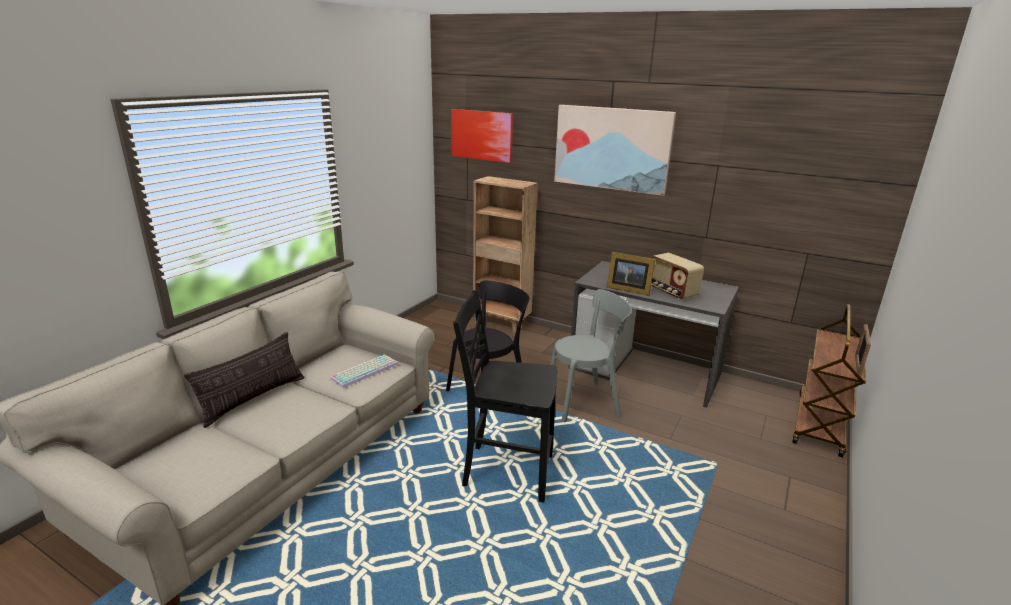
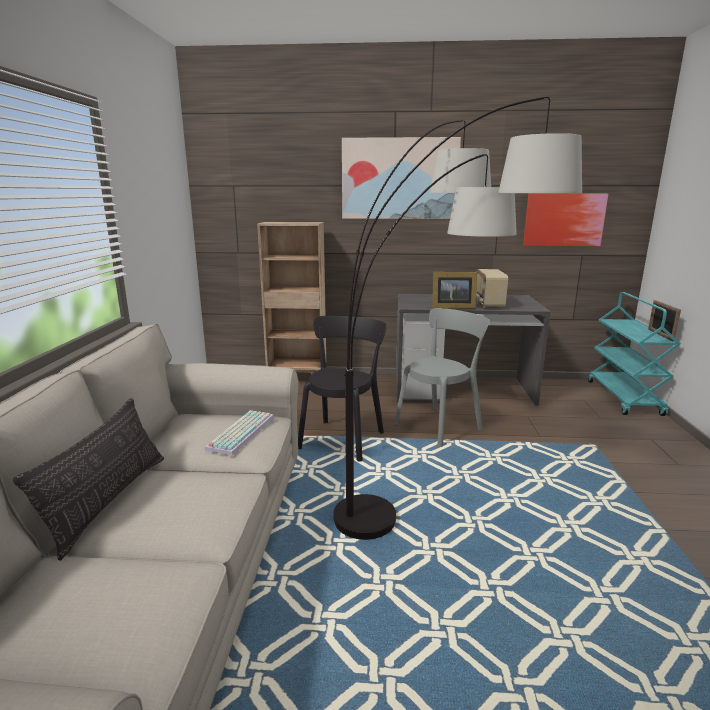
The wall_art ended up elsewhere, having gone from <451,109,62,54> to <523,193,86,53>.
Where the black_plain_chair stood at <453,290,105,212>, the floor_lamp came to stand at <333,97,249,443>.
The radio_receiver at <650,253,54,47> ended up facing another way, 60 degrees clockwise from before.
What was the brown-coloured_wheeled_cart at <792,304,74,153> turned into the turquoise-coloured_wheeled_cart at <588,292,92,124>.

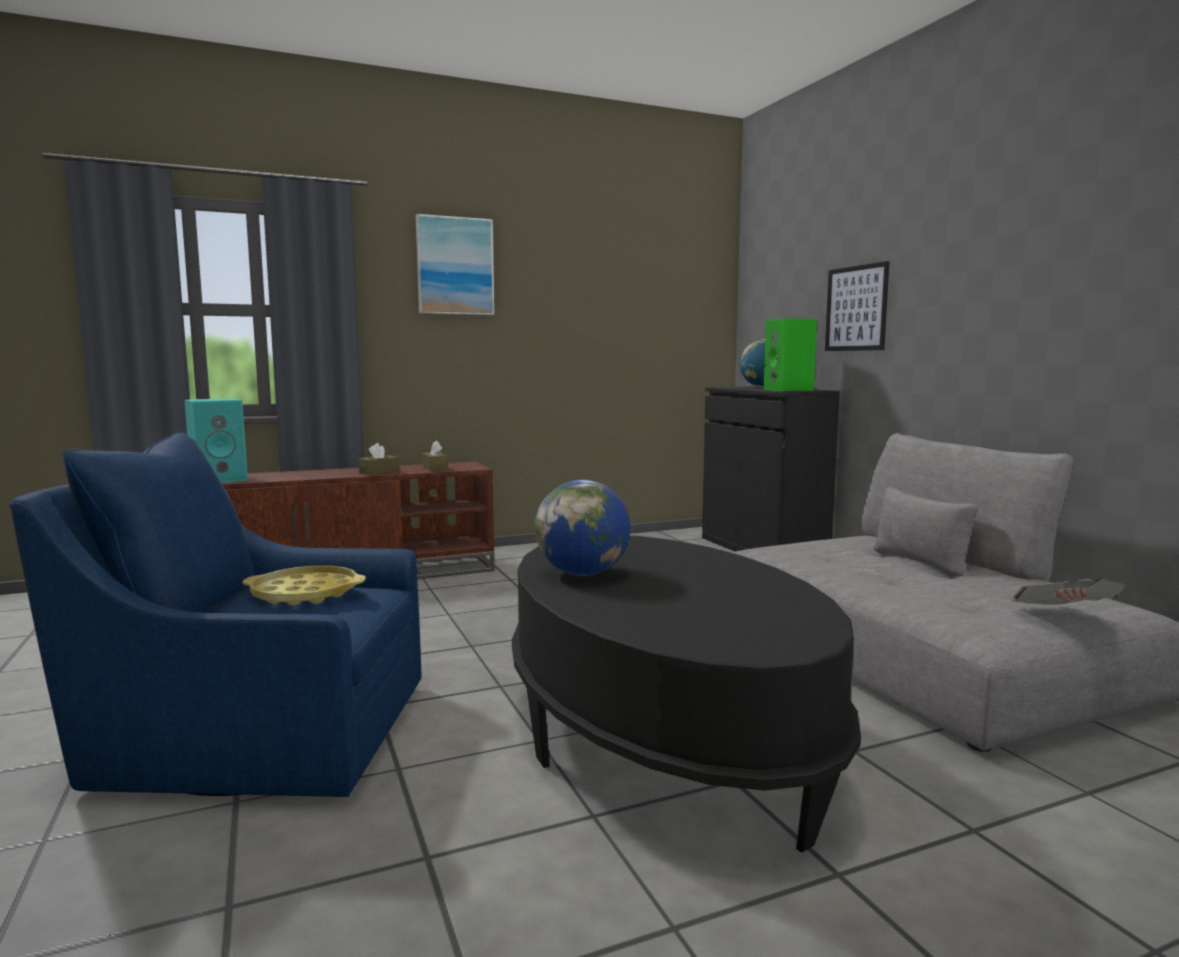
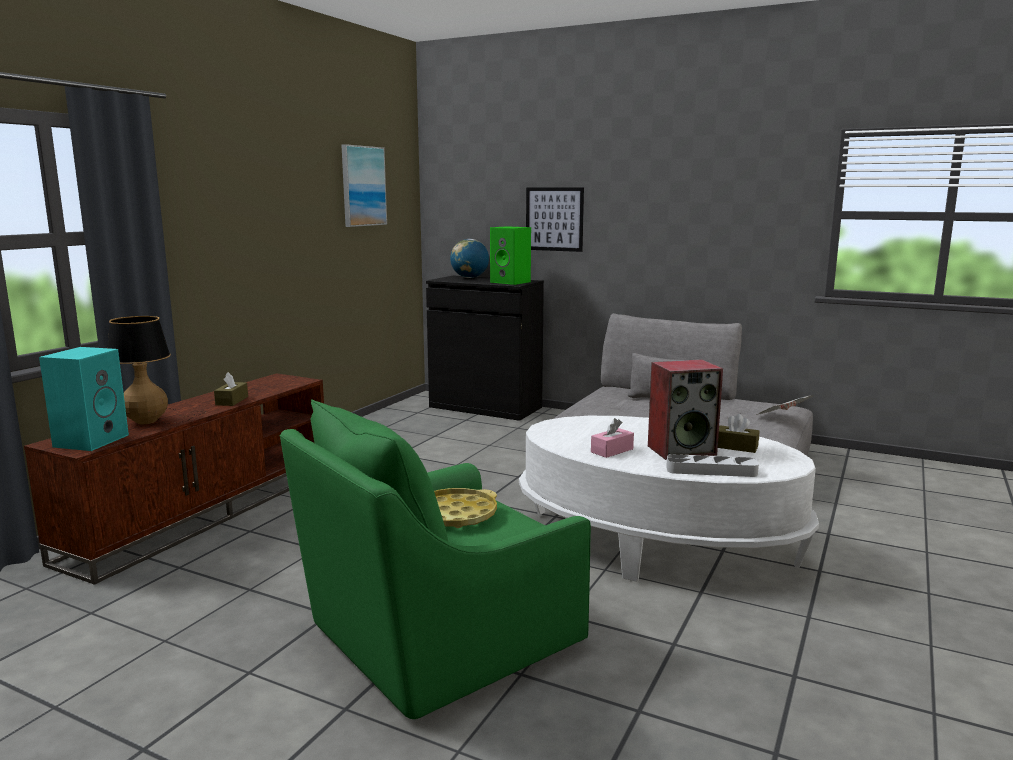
What was the bluish_armchair at <9,431,413,366> turned into the green_armchair at <279,399,312,320>.
The wall_art ended up elsewhere, having gone from <416,214,78,101> to <341,144,46,83>.
The brown-coloured_box_of_tissues ended up elsewhere, having gone from <423,441,25,30> to <718,414,41,39>.
What was the black_lounge_table at <512,536,349,317> turned into the white-coloured_lounge_table at <519,416,300,166>.
Where the desk_globe stood at <535,480,96,96>, the pink_box_of_tissues came to stand at <591,418,43,40>.
The second view gained the lamp_for_a_table at <108,316,97,108>.
The second view gained the loudspeaker at <648,359,75,101>.
The second view gained the grey_serving_tray at <666,454,93,23>.

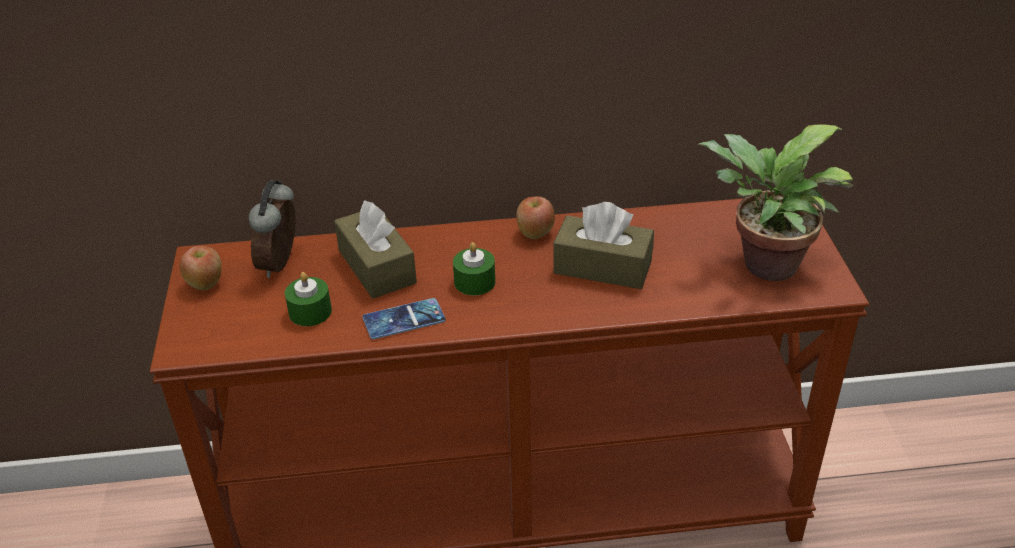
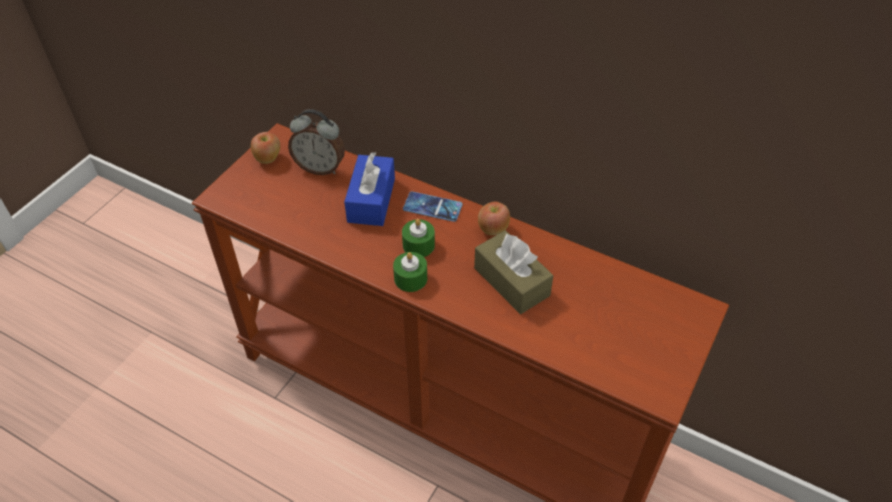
The table_clock at <248,180,47,98> ended up facing another way, 120 degrees counterclockwise from before.
The green_candle ended up elsewhere, having gone from <285,272,47,54> to <393,252,34,40>.
What was the brown-coloured_box_of_tissues at <334,200,83,99> turned into the bluish_box_of_tissues at <344,152,51,74>.
The phone ended up elsewhere, having gone from <362,298,84,41> to <403,191,60,31>.
The second view lost the plant_in_a_pot at <698,124,156,157>.

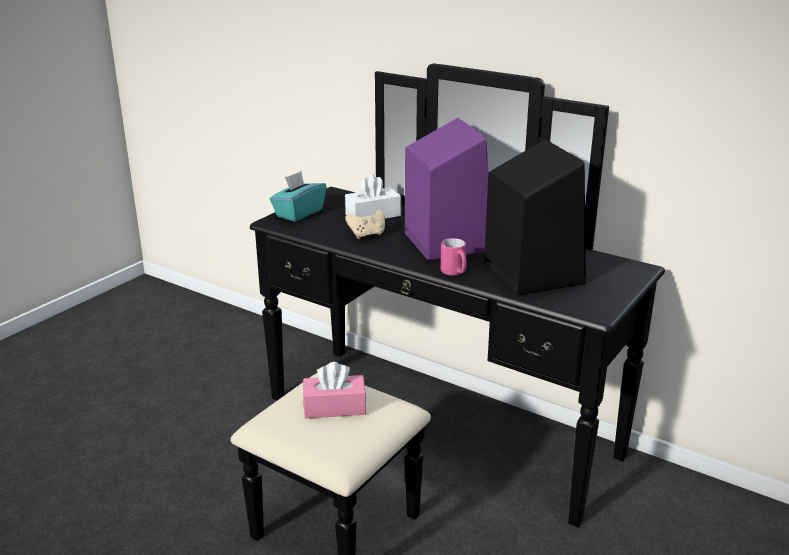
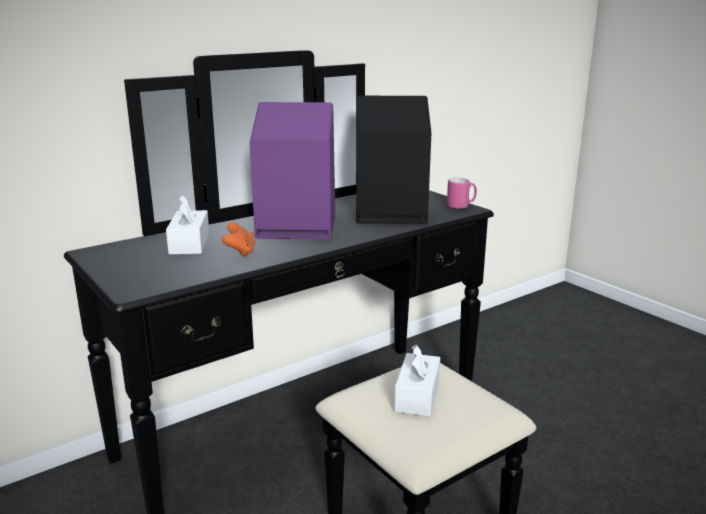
The second view lost the turquoise-coloured_box_of_tissues at <270,171,56,51>.
What was the pink_box_of_tissues at <303,362,63,57> turned into the white-coloured_box_of_tissues at <394,344,46,73>.
What was the beige_joypad at <345,209,40,30> turned into the orange-coloured_joypad at <222,222,34,36>.
The pink_coffee_mug ended up elsewhere, having gone from <441,238,26,38> to <447,178,30,31>.

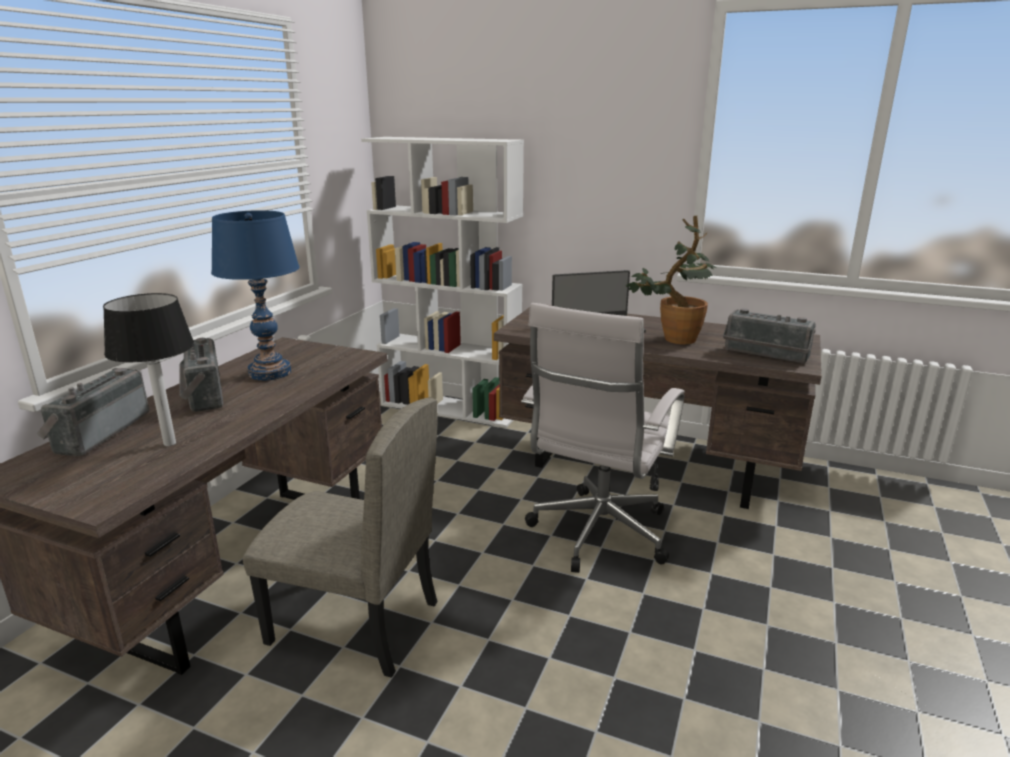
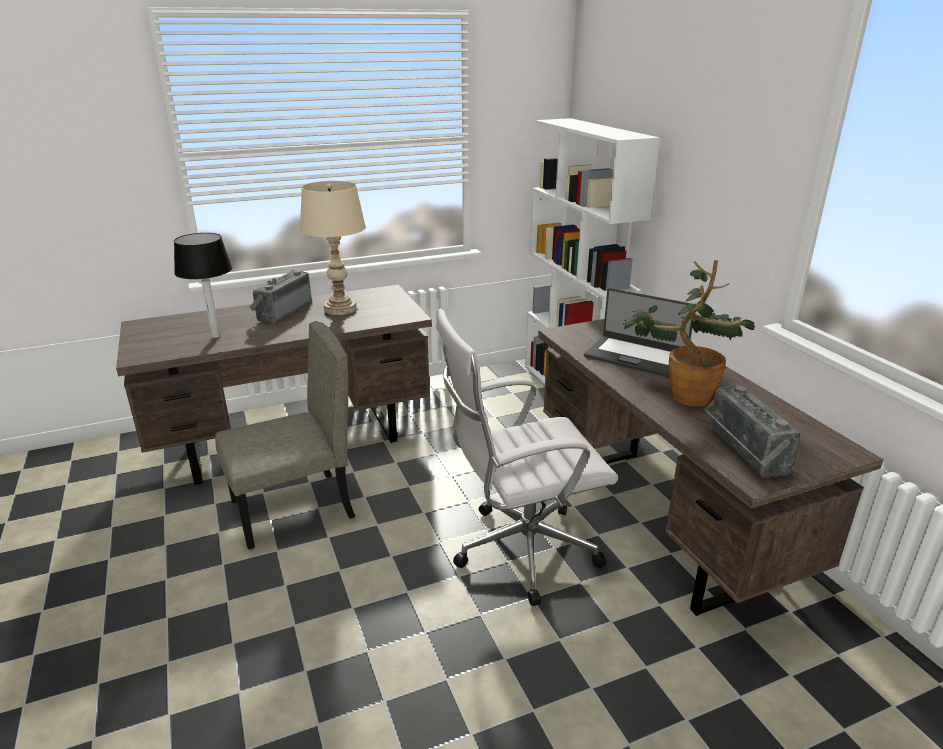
The second view lost the radio_receiver at <37,368,112,88>.
What was the bluish_lamp_for_a_table at <211,210,89,170> turned into the beige_lamp_for_a_table at <300,181,66,134>.
The beige_plain_chair at <243,397,195,281> ended up facing another way, 90 degrees counterclockwise from before.

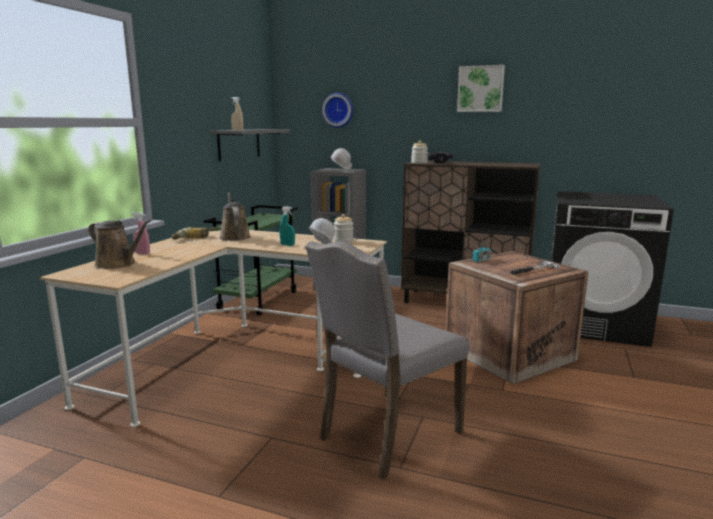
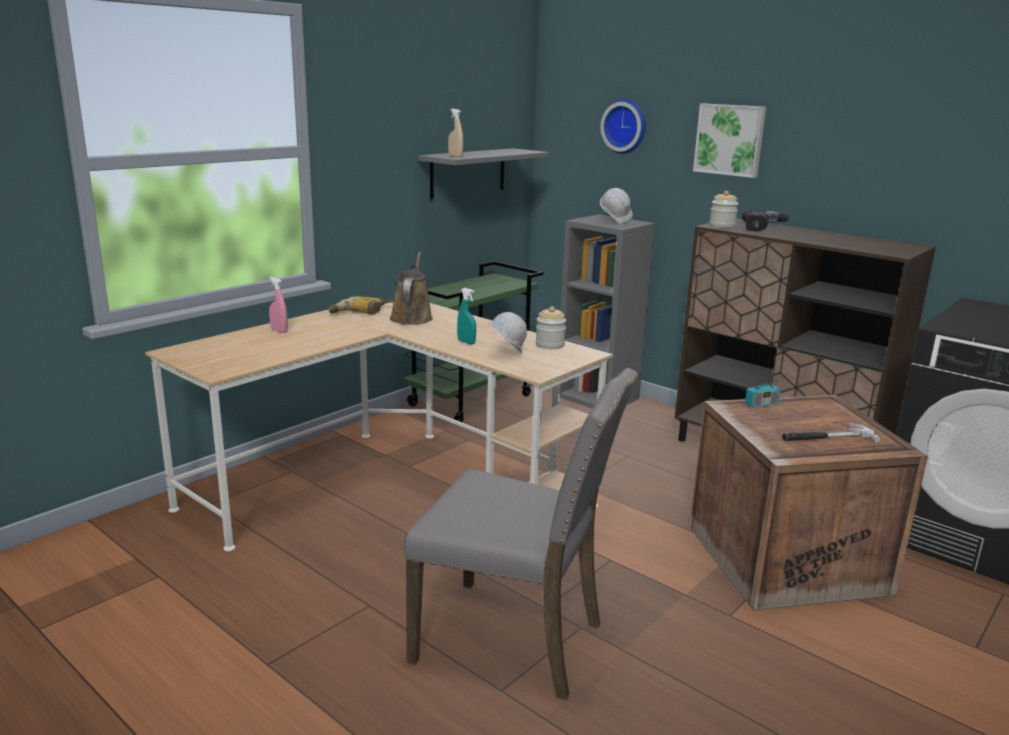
The second view lost the brown-coloured_sprinkling_can at <88,220,62,49>.
The grey_plain_chair at <305,241,164,238> ended up facing another way, 135 degrees counterclockwise from before.
The wall_art ended up elsewhere, having gone from <457,65,48,47> to <693,104,73,74>.

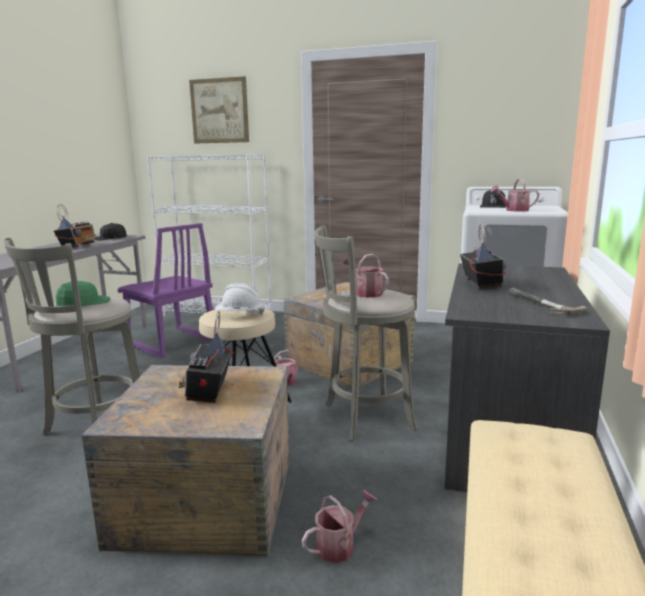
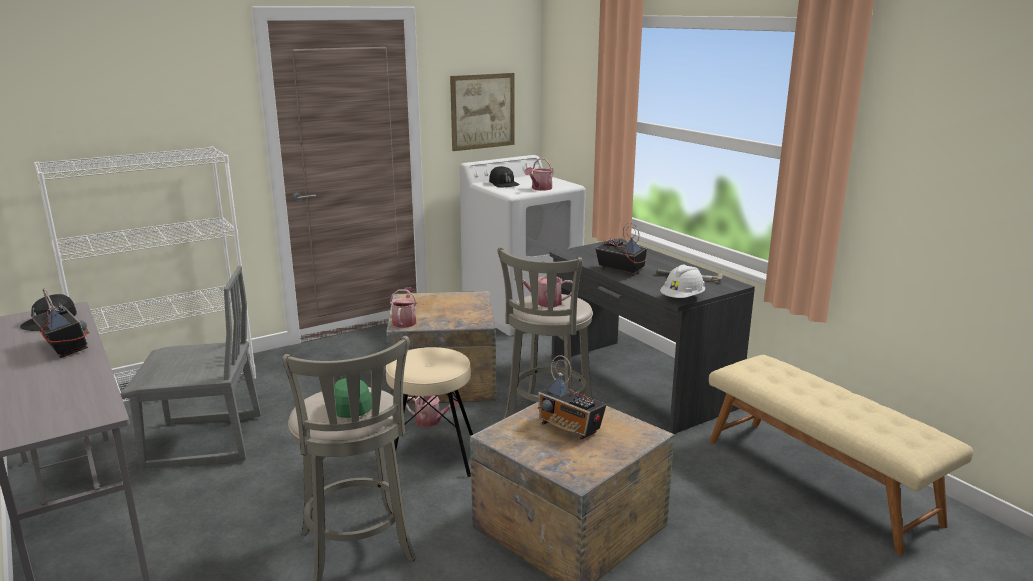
What was the purple_plain_chair at <117,223,96,135> turned into the grey_plain_chair at <121,266,140,203>.
The wall_art ended up elsewhere, having gone from <189,76,60,68> to <450,73,65,78>.
The white-coloured_work_helmet ended up elsewhere, having gone from <215,283,50,33> to <660,265,45,33>.
The sprinkling_can ended up elsewhere, having gone from <302,490,75,73> to <390,287,27,41>.

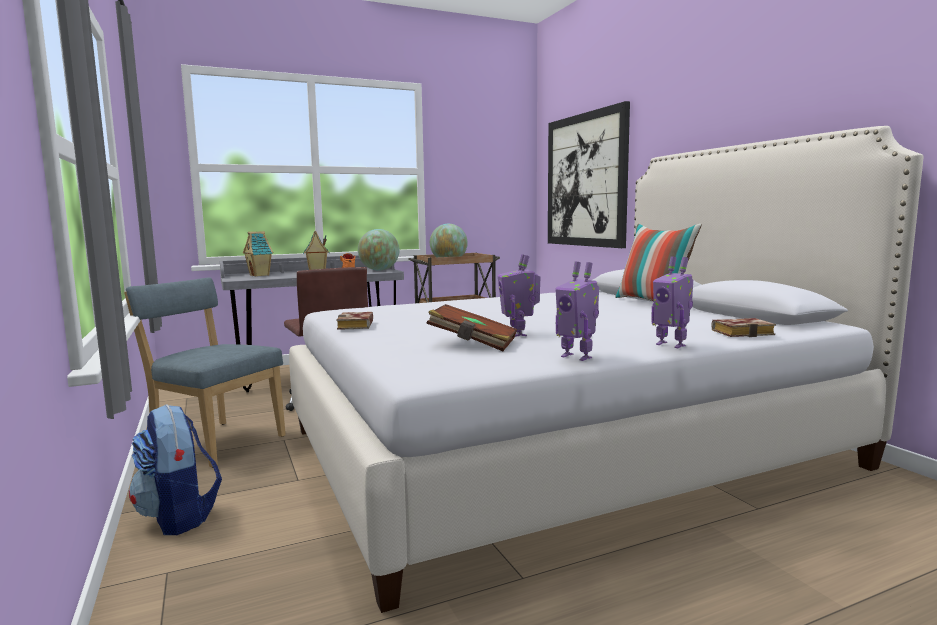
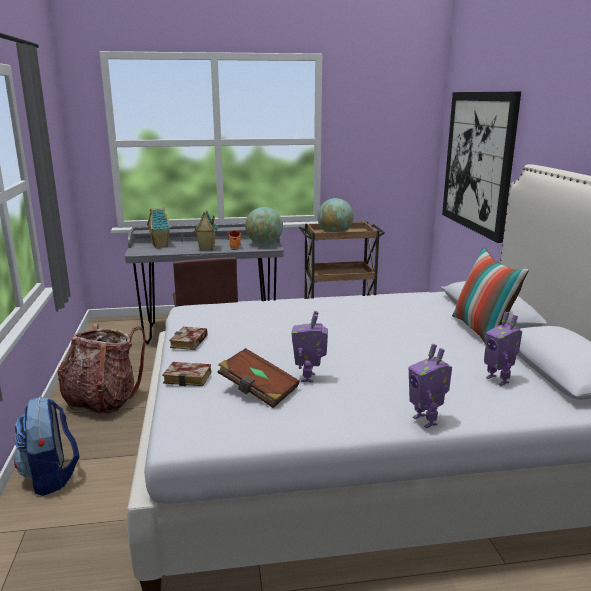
Where the bluish_plain_chair stood at <124,278,162,190>, the knapsack came to stand at <57,323,89,92>.
The model_robot ended up elsewhere, having gone from <555,262,44,99> to <484,312,38,74>.
The book ended up elsewhere, having gone from <711,318,65,19> to <162,362,49,24>.

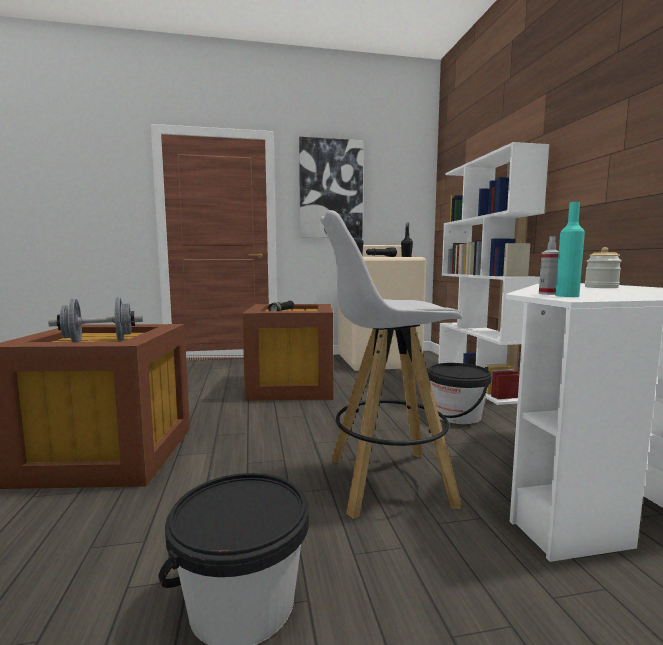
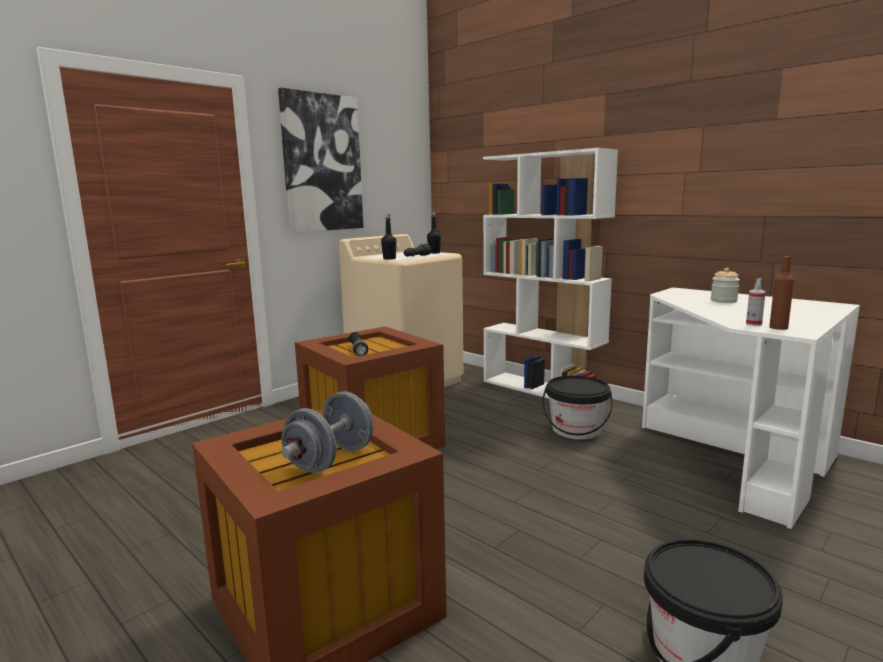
The second view lost the white-coloured_sitting_stool at <320,210,142,309>.
What was the turquoise-coloured_bottle at <555,202,30,95> turned into the brown-coloured_bottle at <769,256,25,74>.

